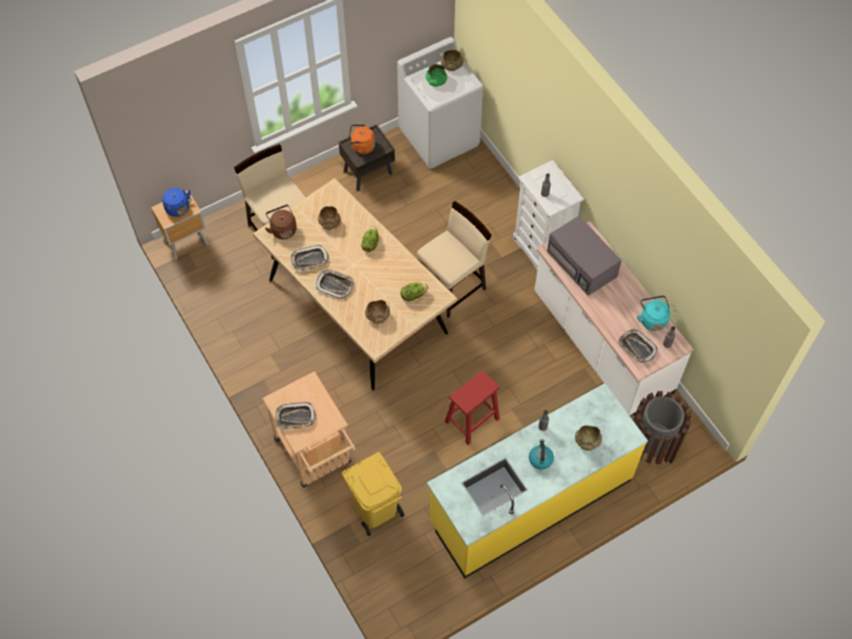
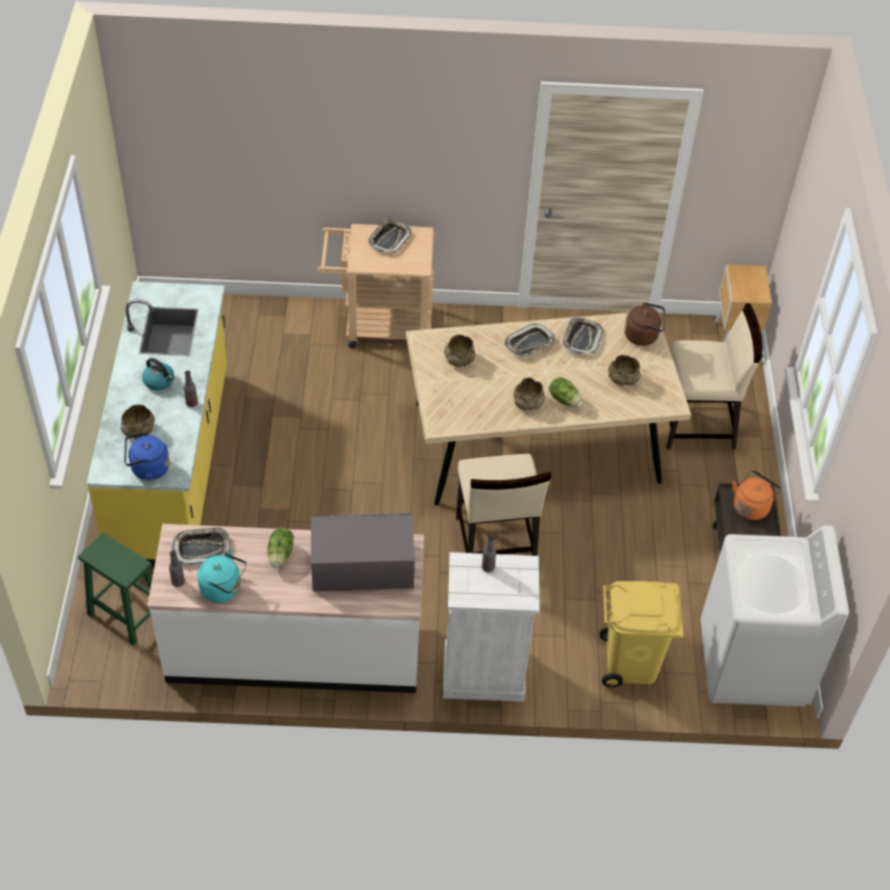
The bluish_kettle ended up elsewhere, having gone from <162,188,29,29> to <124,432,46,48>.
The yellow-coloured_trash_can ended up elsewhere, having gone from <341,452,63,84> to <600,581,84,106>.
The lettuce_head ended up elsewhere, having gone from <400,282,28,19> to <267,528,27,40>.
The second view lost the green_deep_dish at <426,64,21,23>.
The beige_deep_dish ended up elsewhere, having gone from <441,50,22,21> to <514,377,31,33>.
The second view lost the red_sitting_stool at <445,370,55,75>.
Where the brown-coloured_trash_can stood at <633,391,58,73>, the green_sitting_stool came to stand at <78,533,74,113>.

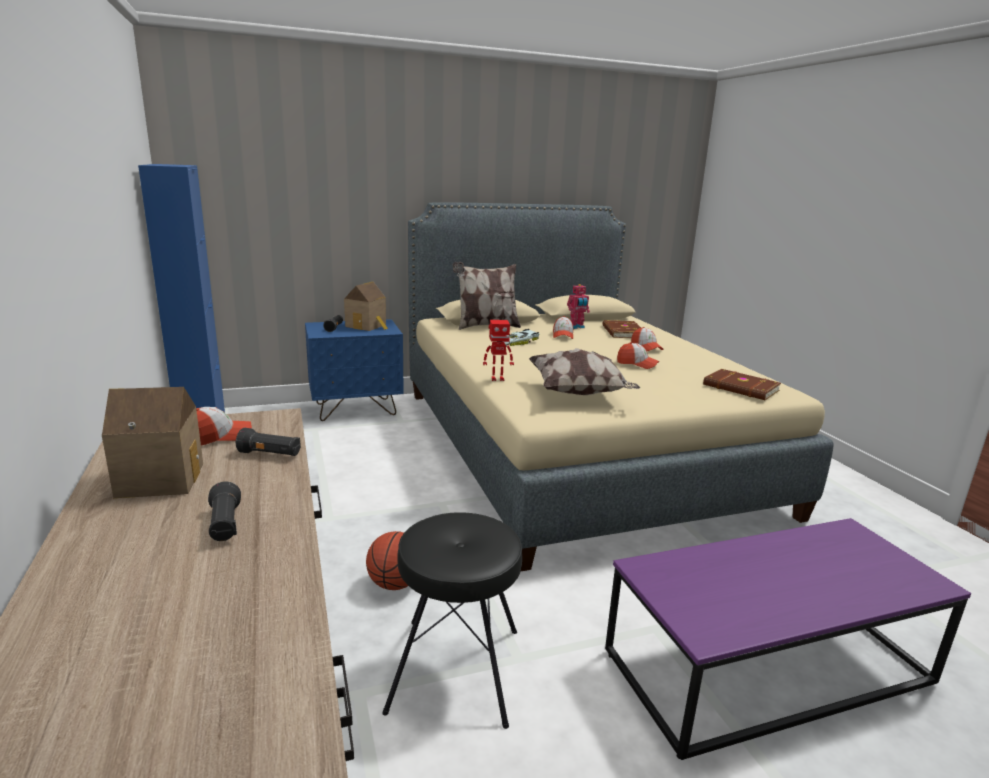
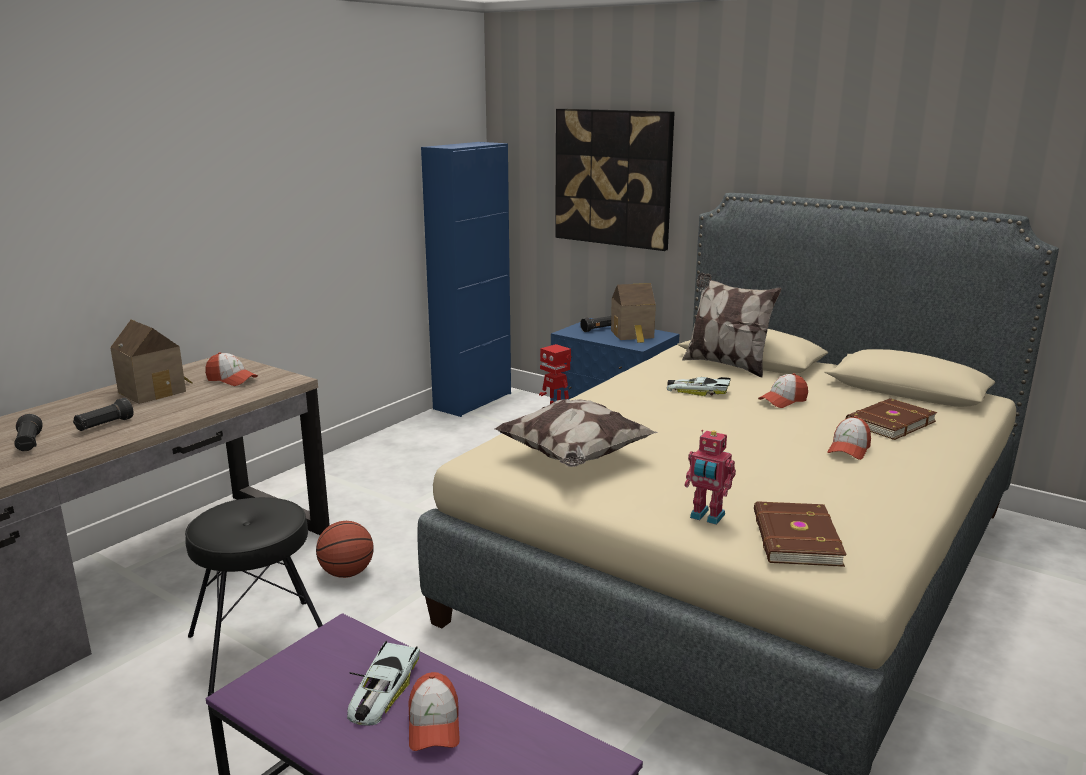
The black_flashlight ended up elsewhere, having gone from <236,428,65,28> to <14,414,29,37>.
The model_robot ended up elsewhere, having gone from <567,284,23,45> to <685,430,51,95>.
The cap ended up elsewhere, having gone from <617,342,42,27> to <408,672,52,79>.
The second view gained the model_car at <347,641,73,85>.
The second view gained the wall_art at <555,109,120,142>.

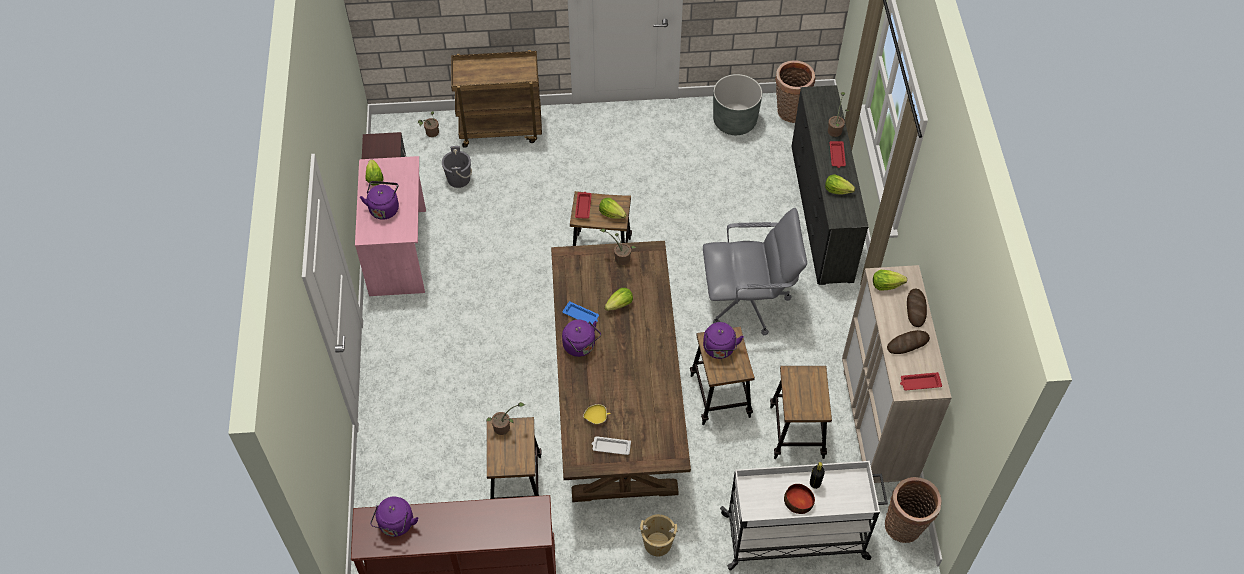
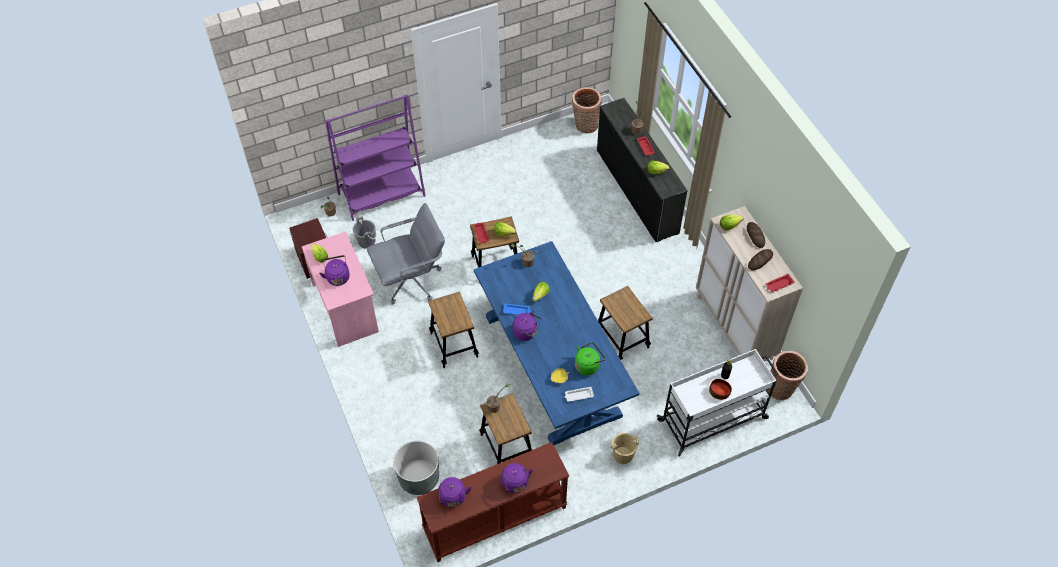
Where the brown-coloured_wheeled_cart stood at <451,50,91,98>, the purple_shelving_unit came to stand at <325,95,100,126>.
What was the brown-coloured_dinner_table at <551,241,140,261> turned into the bluish_dinner_table at <474,241,165,204>.
The grey_computer_chair ended up elsewhere, having gone from <703,208,104,127> to <367,203,78,101>.
The purple_kettle ended up elsewhere, having gone from <703,322,41,37> to <501,463,32,30>.
The grey_planter ended up elsewhere, having gone from <713,74,49,61> to <393,441,46,54>.
The sitting_stool ended up elsewhere, having gone from <770,366,62,93> to <428,292,51,76>.
The second view gained the green_kettle at <575,342,30,33>.

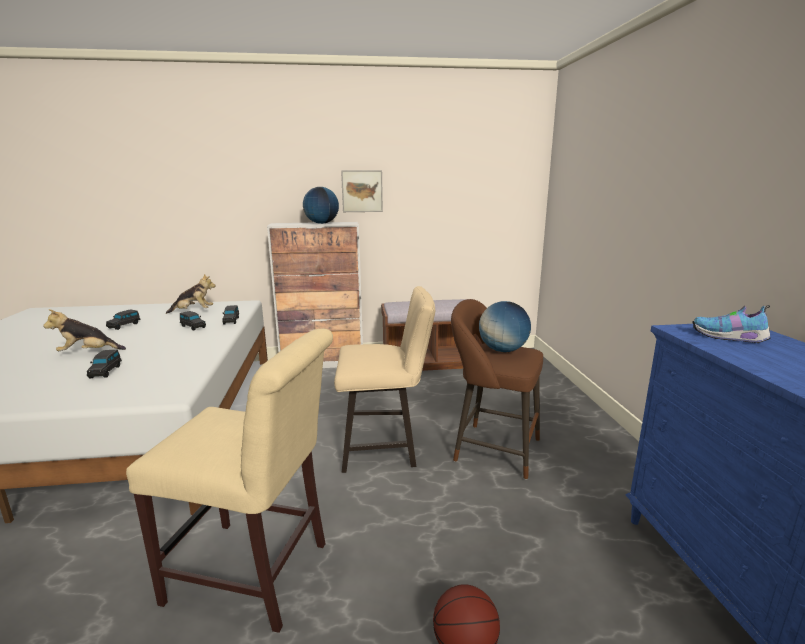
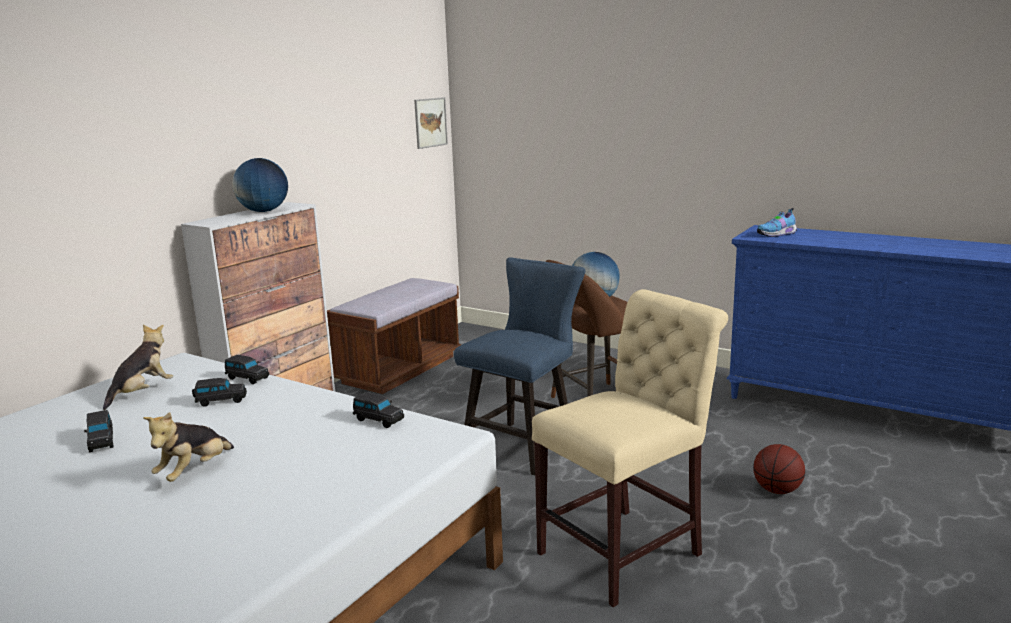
The black_model_car ended up elsewhere, having gone from <87,350,35,28> to <353,392,51,36>.
What was the beige_plain_chair at <334,286,101,187> turned into the bluish_plain_chair at <454,257,132,218>.
The wall_art ended up elsewhere, having gone from <341,170,42,42> to <414,97,34,52>.

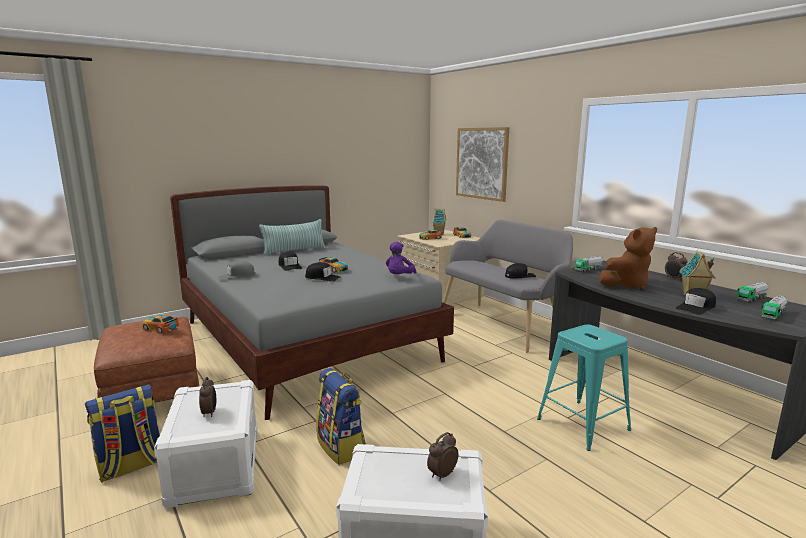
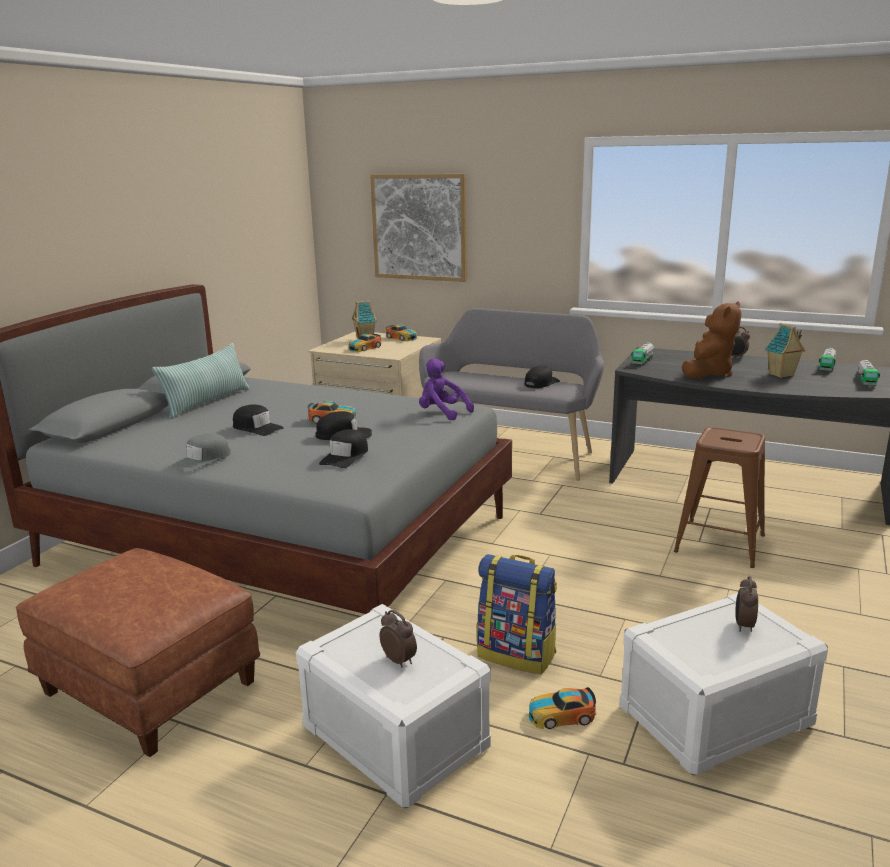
The second view lost the knapsack at <85,384,75,99>.
The model_car ended up elsewhere, having gone from <142,314,37,19> to <529,687,67,42>.
The purple_soft_toy at <386,242,31,32> ended up facing another way, 135 degrees clockwise from before.
What was the turquoise-coloured_sitting_stool at <537,324,94,127> turned into the brown-coloured_sitting_stool at <674,427,91,141>.
The black_cap ended up elsewhere, having gone from <676,288,40,27> to <319,429,49,39>.

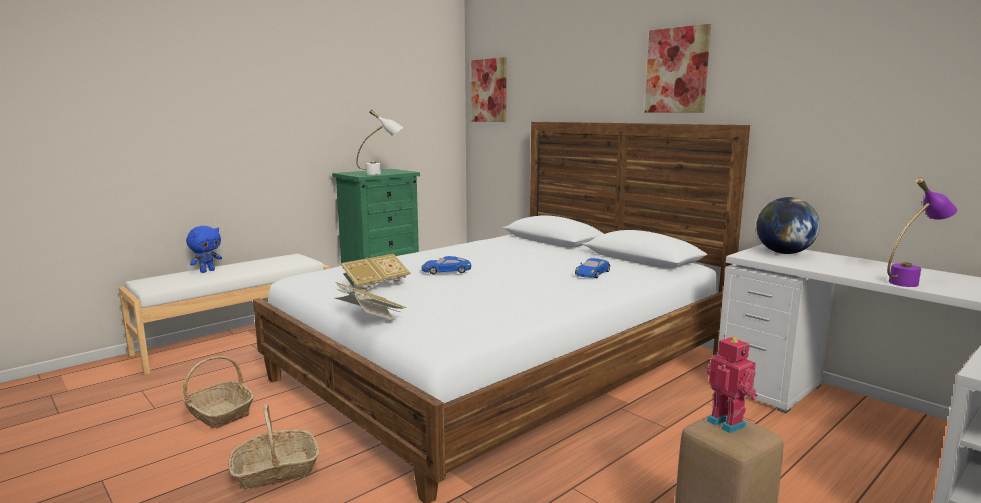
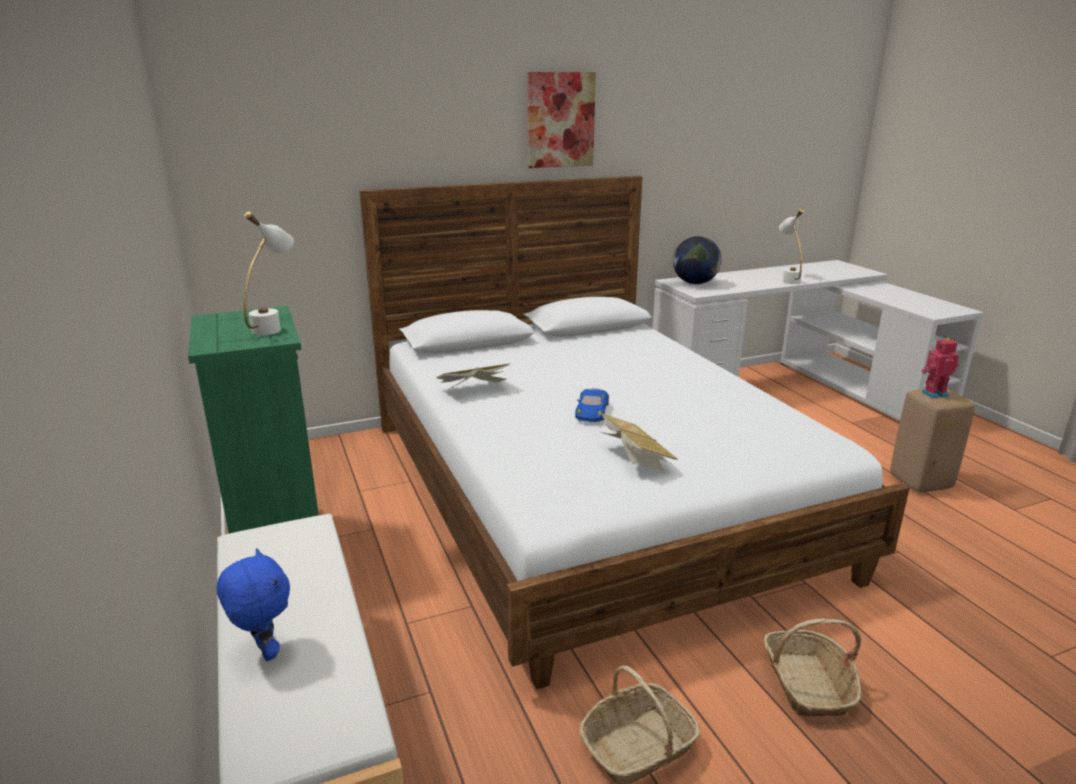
The book ended up elsewhere, having gone from <335,282,71,39> to <436,363,75,27>.
The second view lost the wall_art at <471,57,36,65>.
The second view lost the bluish_model_car at <575,258,35,20>.
What was the purple_lamp_for_a_table at <887,178,70,109> turned into the white-coloured_lamp_for_a_table at <779,209,25,75>.

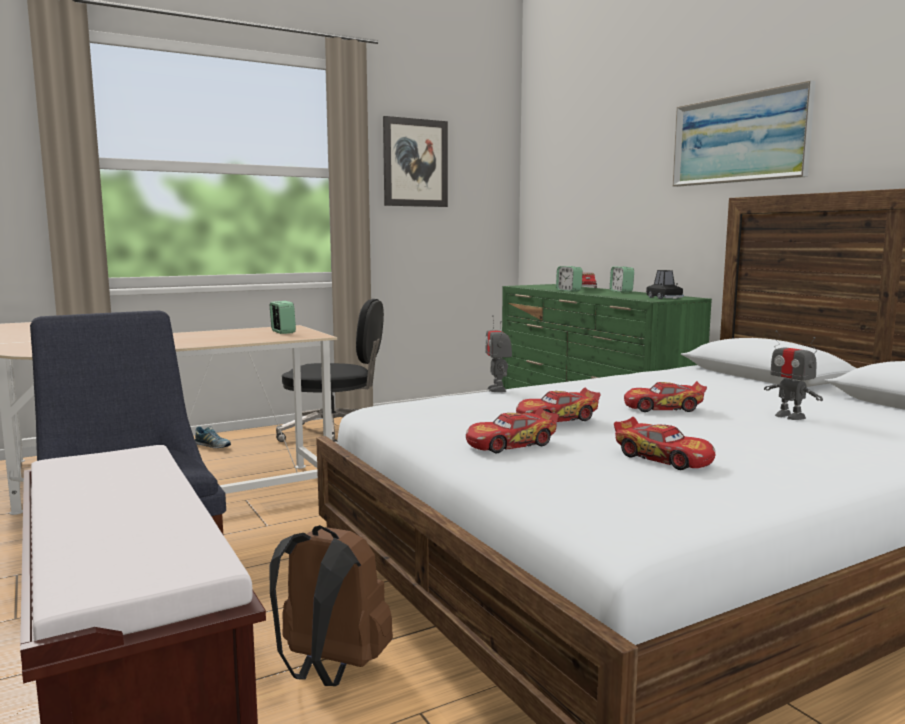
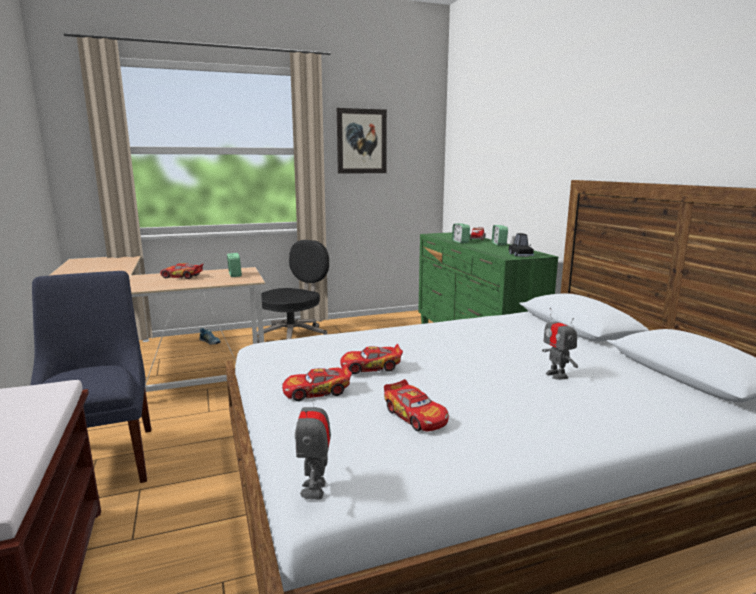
The second view lost the brown-coloured_knapsack at <269,525,124,161>.
The black_computer_chair at <276,299,108,144> ended up facing another way, 75 degrees counterclockwise from before.
The model_robot ended up elsewhere, having gone from <485,315,27,77> to <295,385,36,115>.
The model_car ended up elsewhere, having gone from <624,381,83,31> to <160,263,43,16>.
The second view lost the wall_art at <673,80,143,107>.

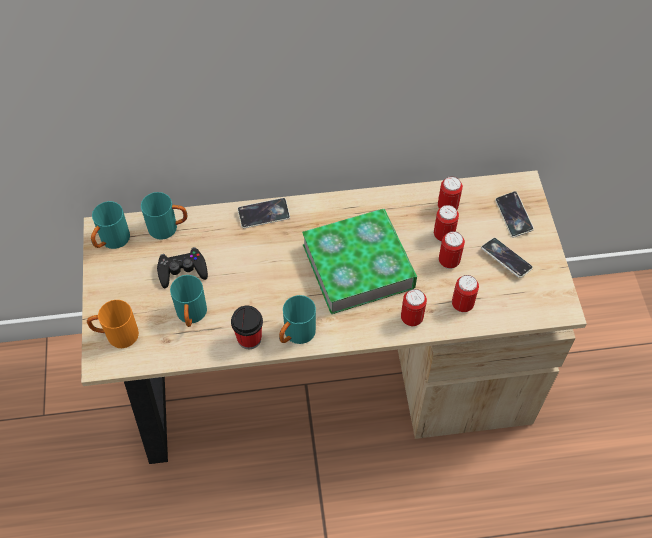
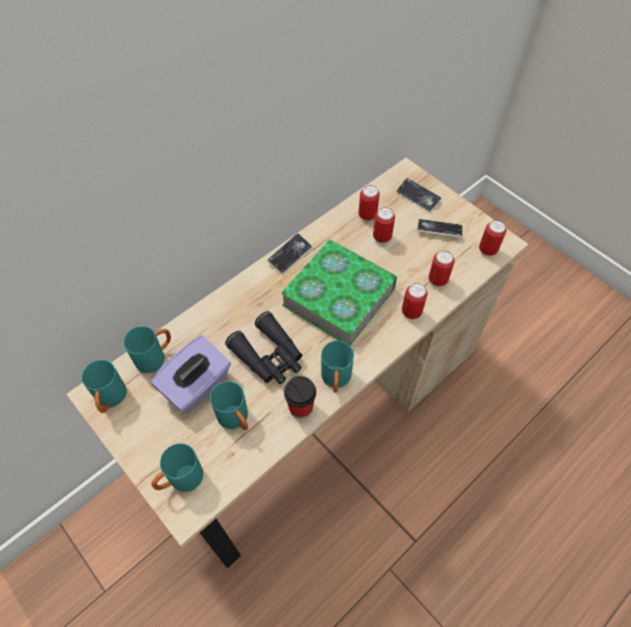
What was the orange-coloured_coffee_mug at <87,300,52,48> turned into the turquoise-coloured_coffee_mug at <152,443,51,49>.
Where the black_joypad stood at <157,247,51,41>, the purple_box_of_tissues came to stand at <151,336,80,77>.
The phone ended up elsewhere, having gone from <237,198,53,30> to <267,233,45,41>.
The metal_can ended up elsewhere, having gone from <439,231,26,38> to <479,220,28,36>.
The second view gained the black_field_glasses at <225,311,77,73>.

